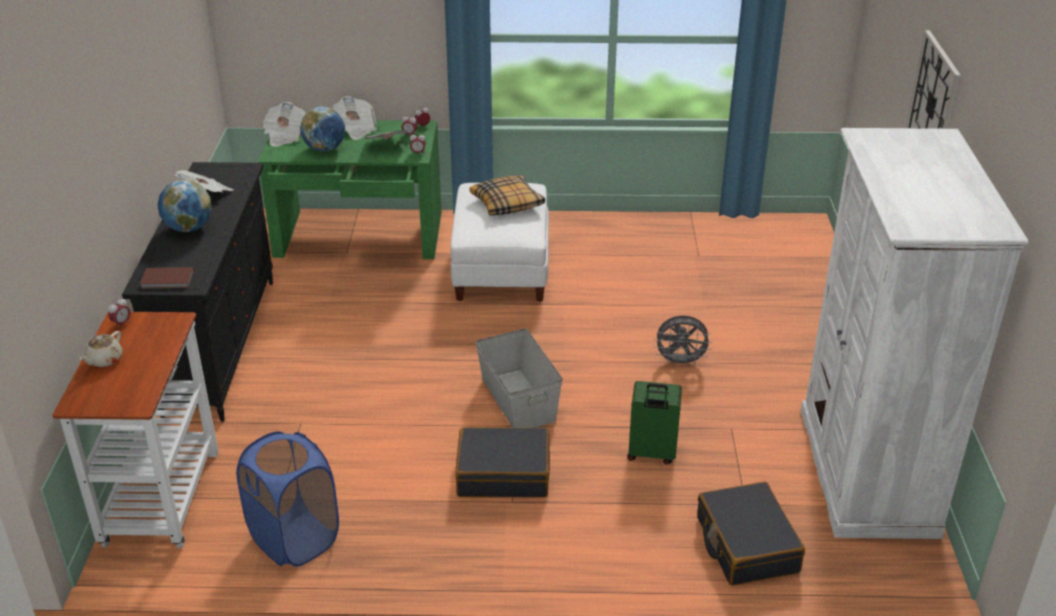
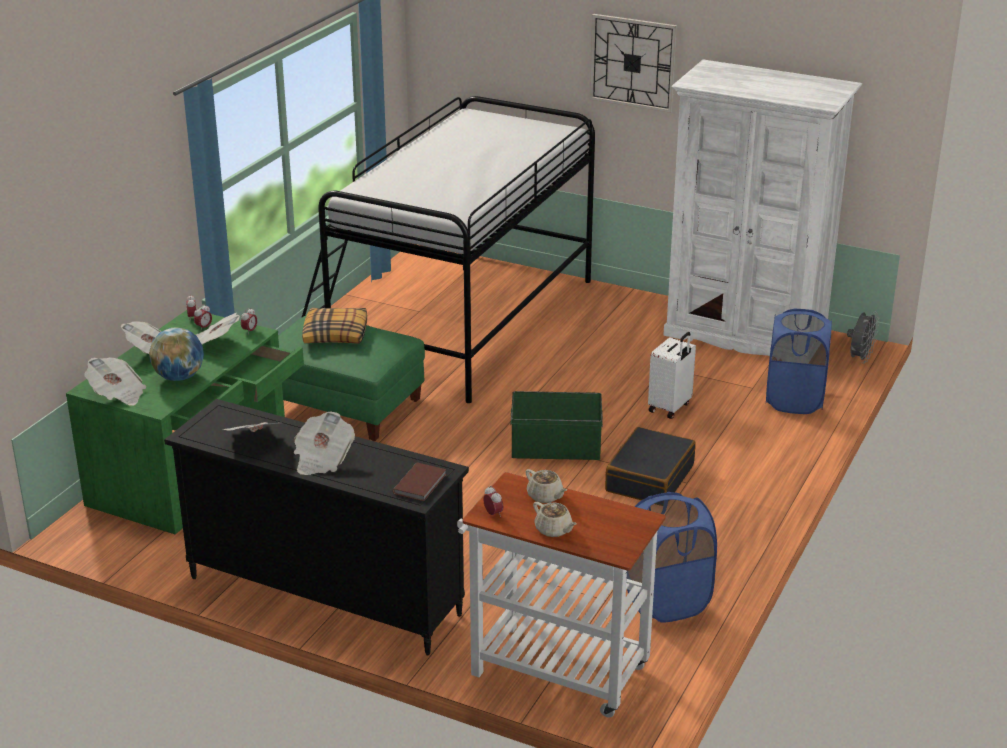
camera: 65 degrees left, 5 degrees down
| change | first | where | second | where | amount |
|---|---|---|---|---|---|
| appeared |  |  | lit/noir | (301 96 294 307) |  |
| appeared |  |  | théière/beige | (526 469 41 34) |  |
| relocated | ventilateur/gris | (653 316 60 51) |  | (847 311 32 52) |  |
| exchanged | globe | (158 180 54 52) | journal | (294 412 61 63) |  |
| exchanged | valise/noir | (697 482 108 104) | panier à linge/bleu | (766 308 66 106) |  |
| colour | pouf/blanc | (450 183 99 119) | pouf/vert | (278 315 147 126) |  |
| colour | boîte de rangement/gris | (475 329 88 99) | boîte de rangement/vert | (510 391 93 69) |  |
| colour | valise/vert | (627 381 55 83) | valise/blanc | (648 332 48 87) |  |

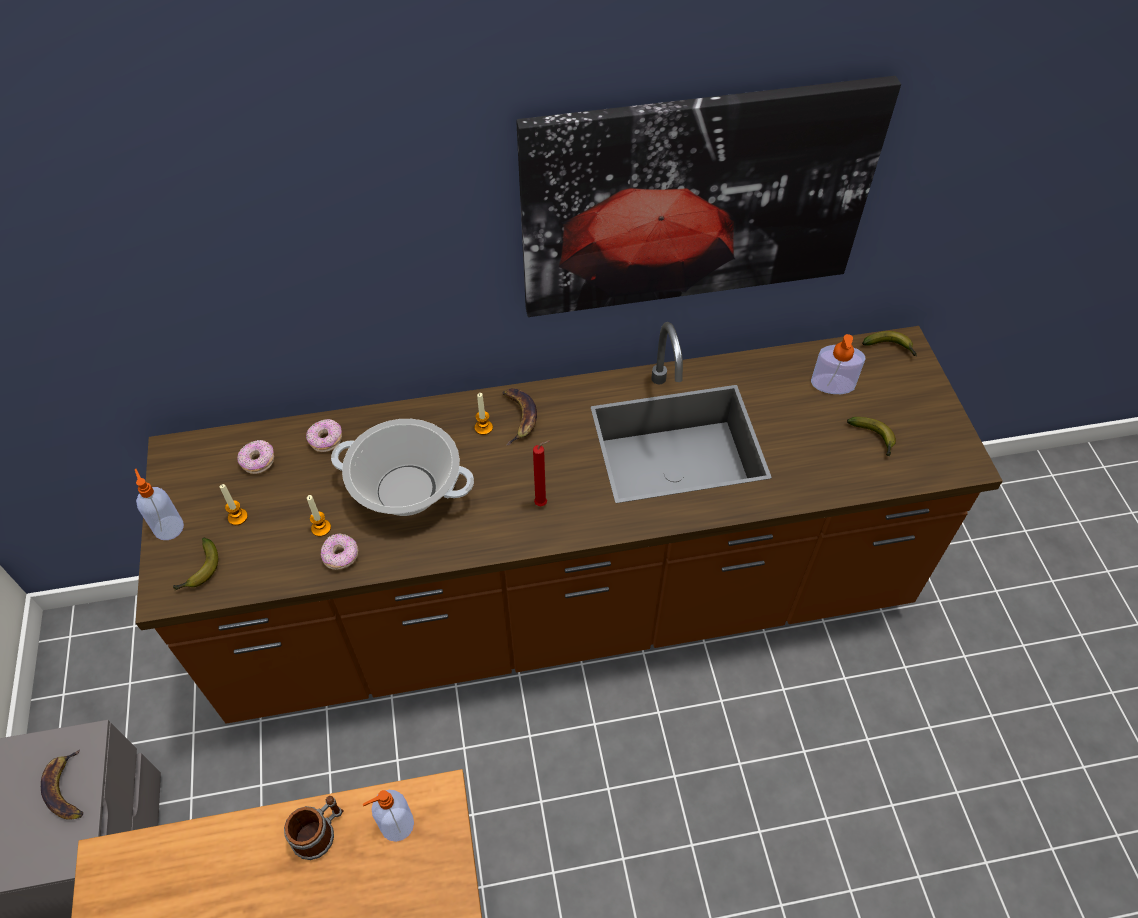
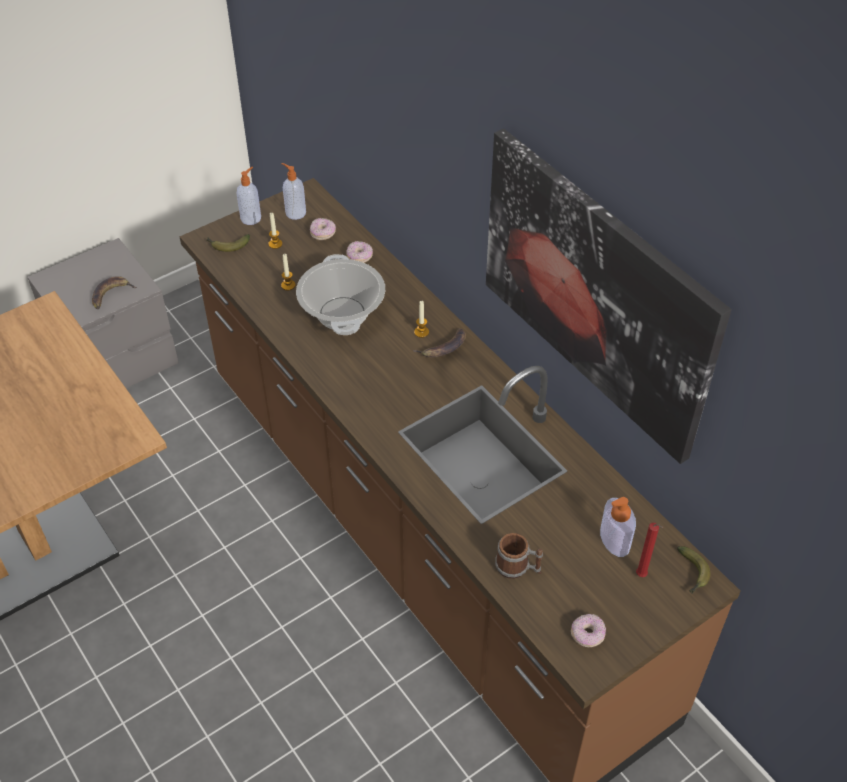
camera: 65 degrees right, 5 degrees down
| change | first | where | second | where | amount |
|---|---|---|---|---|---|
| missing | banane | (847 417 49 40) |  |  |  |
| relocated | mug | (284 796 59 64) |  | (495 533 48 46) |  |
| relocated | beignet | (321 533 37 37) |  | (571 614 35 33) |  |
| relocated | distributeur de savon | (363 790 51 52) |  | (282 163 24 57) |  |
| relocated | bougie/rouge | (533 440 17 66) |  | (636 522 27 55) |  |

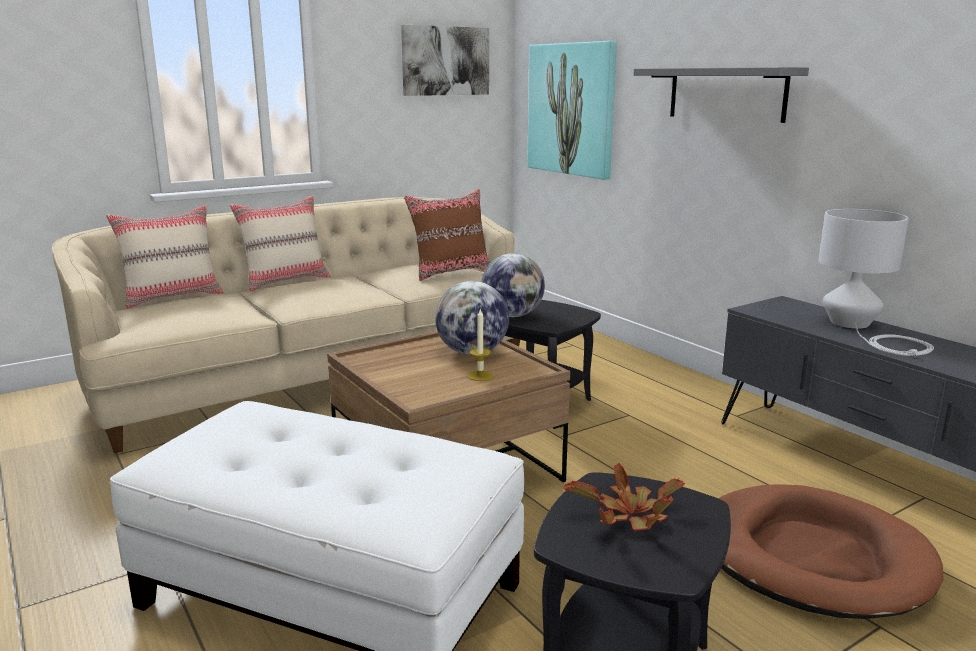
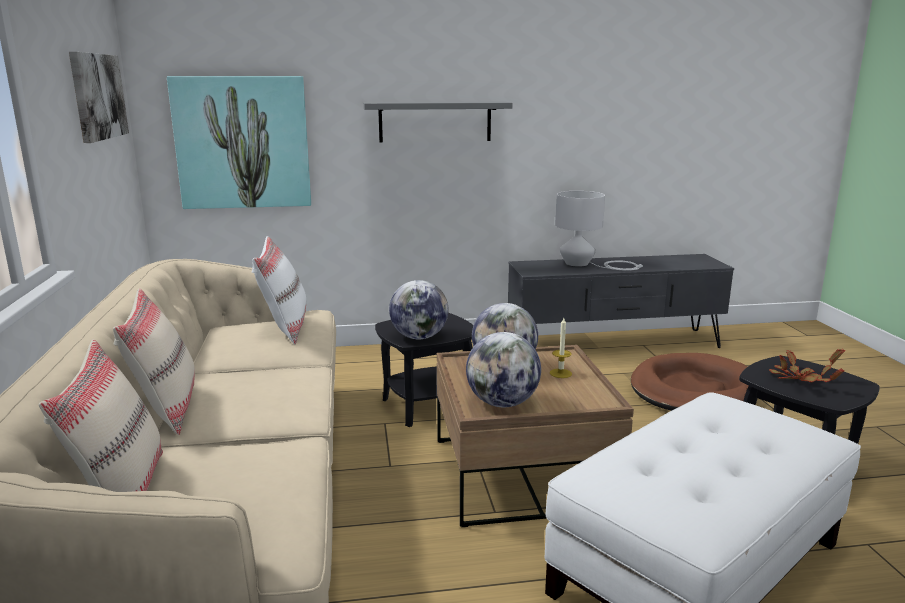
camera: 65 degrees left, 0 degrees up
| change | first | where | second | where | amount |
|---|---|---|---|---|---|
| appeared |  |  | globe | (466 332 75 75) |  |
| colour | coussin/marron | (404 189 87 92) | coussin/blanc | (252 236 54 108) |  |

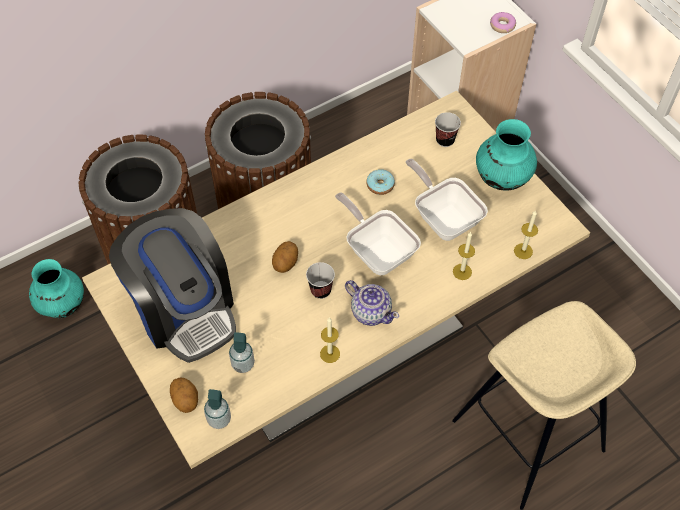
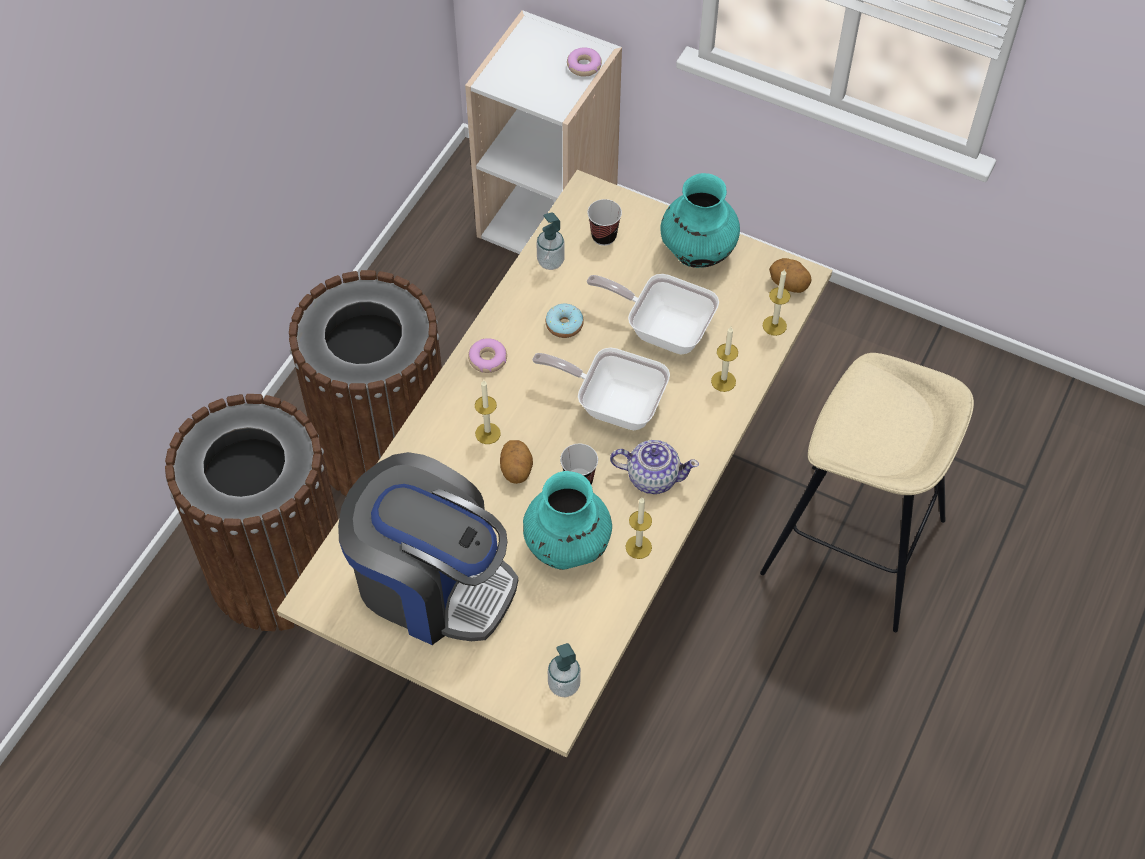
camera: 30 degrees left, 0 degrees up
| change | first | where | second | where | amount |
|---|---|---|---|---|---|
| appeared |  |  | beignet | (468 338 39 35) |  |
| appeared |  |  | bougie | (475 380 26 64) |  |
| relocated | vase/turquoise | (29 259 55 59) |  | (523 471 89 99) |  |
| relocated | pomme de terre | (170 377 28 36) |  | (769 258 43 35) |  |
| relocated | distributeur de savon | (229 332 26 41) |  | (537 212 28 58) |  |

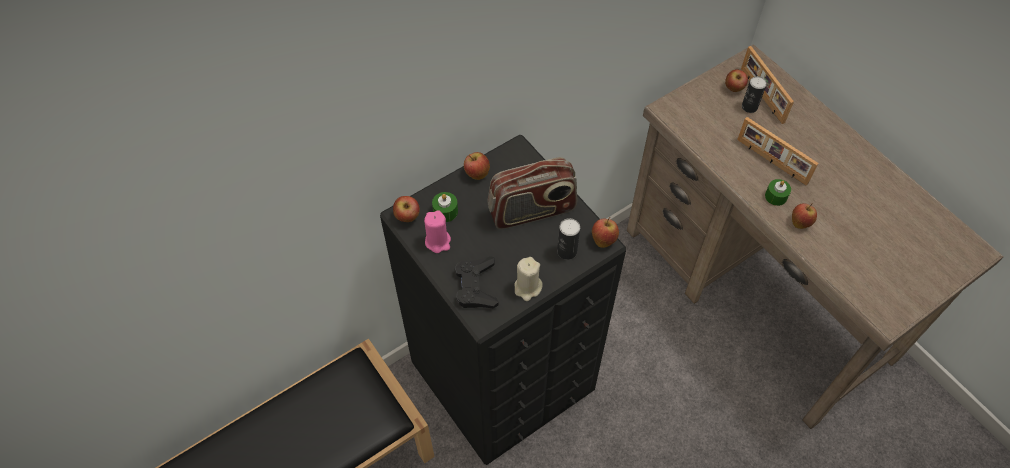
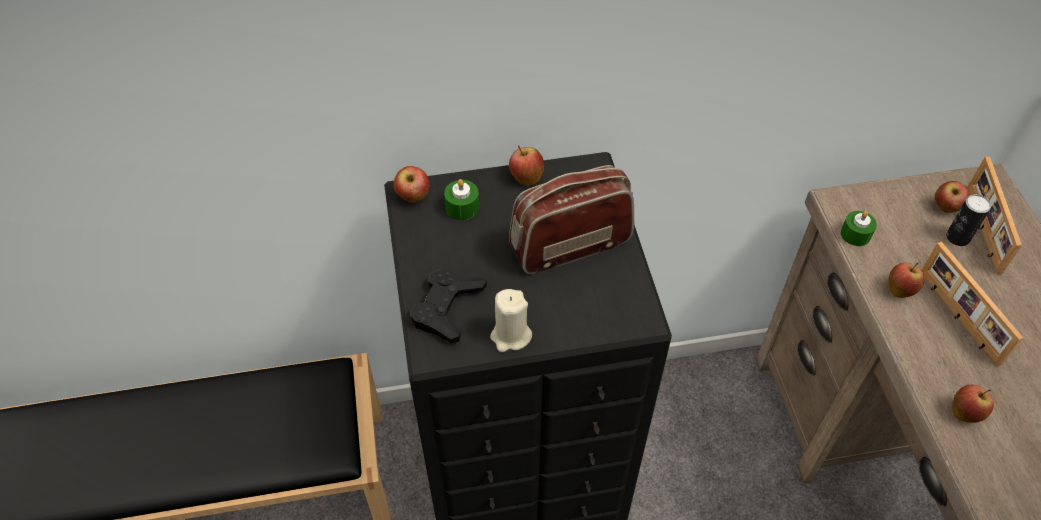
camera: 25 degrees right, 5 degrees down
| change | first | where | second | where | amount |
|---|---|---|---|---|---|
| missing | bougie/rose | (424 210 27 43) |  |  |  |
| missing | boîte métallique | (557 218 23 42) |  |  |  |
| relocated | pomme | (592 217 27 31) |  | (889 263 35 35) |  |
| relocated | bougie/vert | (765 179 26 27) |  | (841 211 36 35) |  |
| spun | radio | (488 157 89 72) |  | (509 165 125 109) | 150 degrees clockwise |

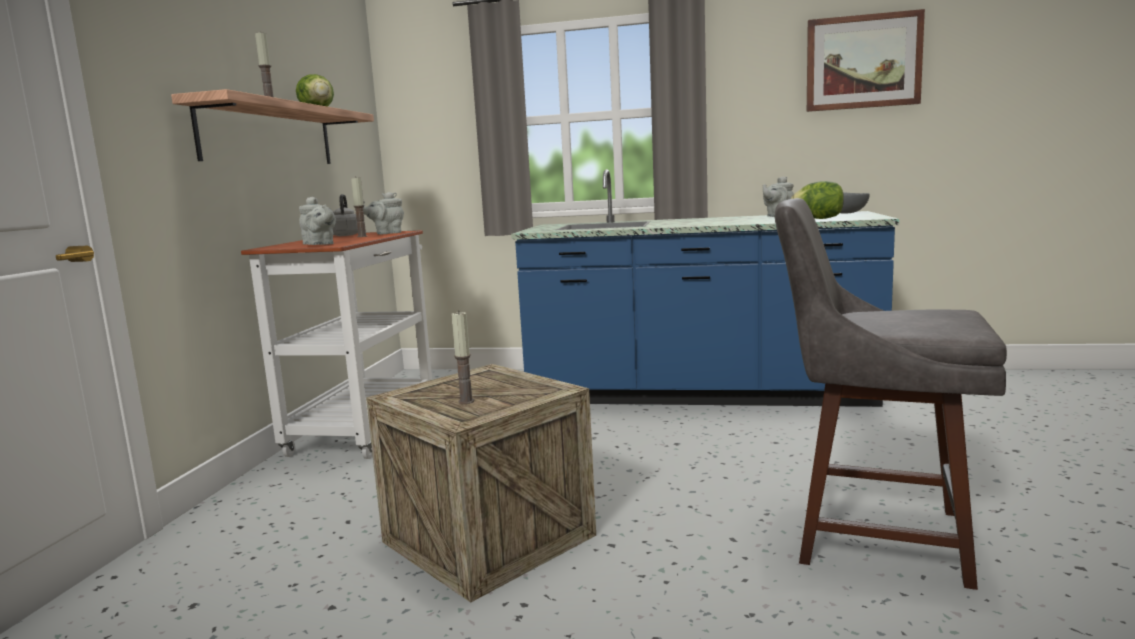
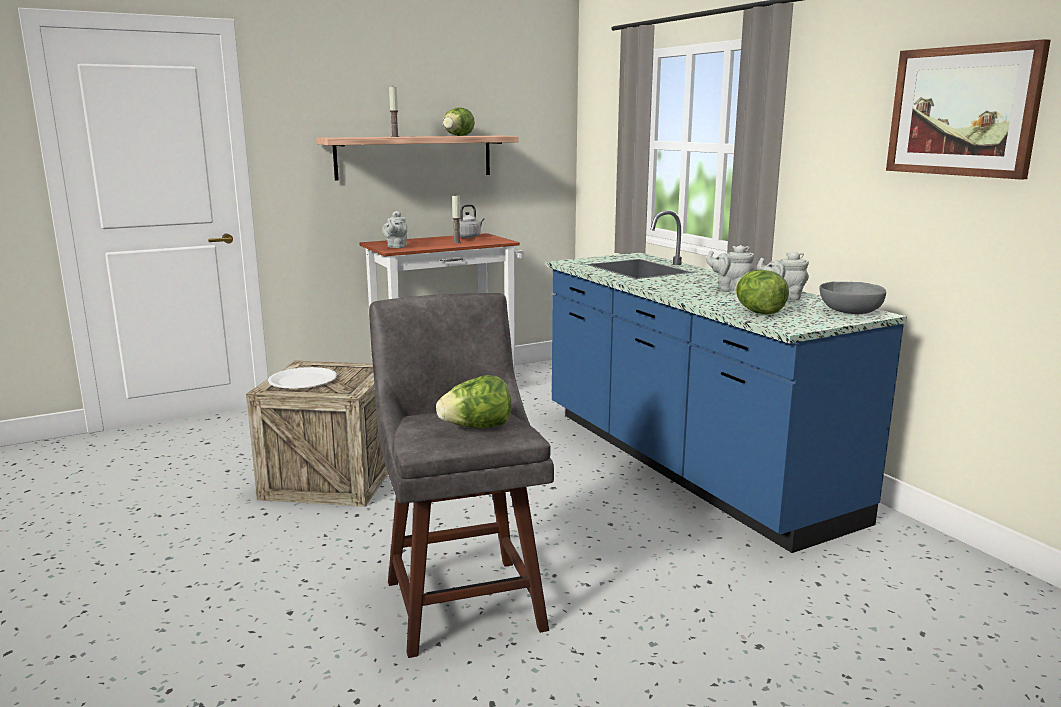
camera: 50 degrees right, 5 degrees up
| change | first | where | second | where | amount |
|---|---|---|---|---|---|
| appeared |  |  | laitue | (436 375 76 53) |  |
| relocated | théière/gris | (363 192 41 42) |  | (706 245 49 46) |  |
| exchanged | bougie | (452 311 22 93) | assiette/blanc | (268 367 69 22) |  |

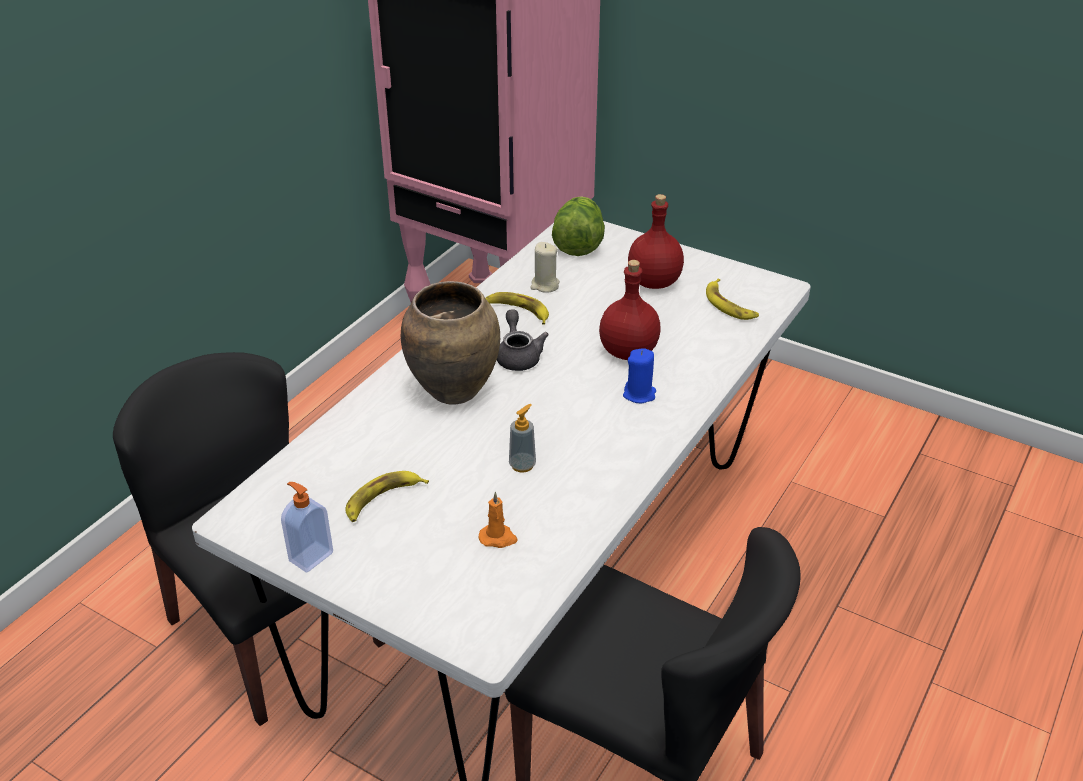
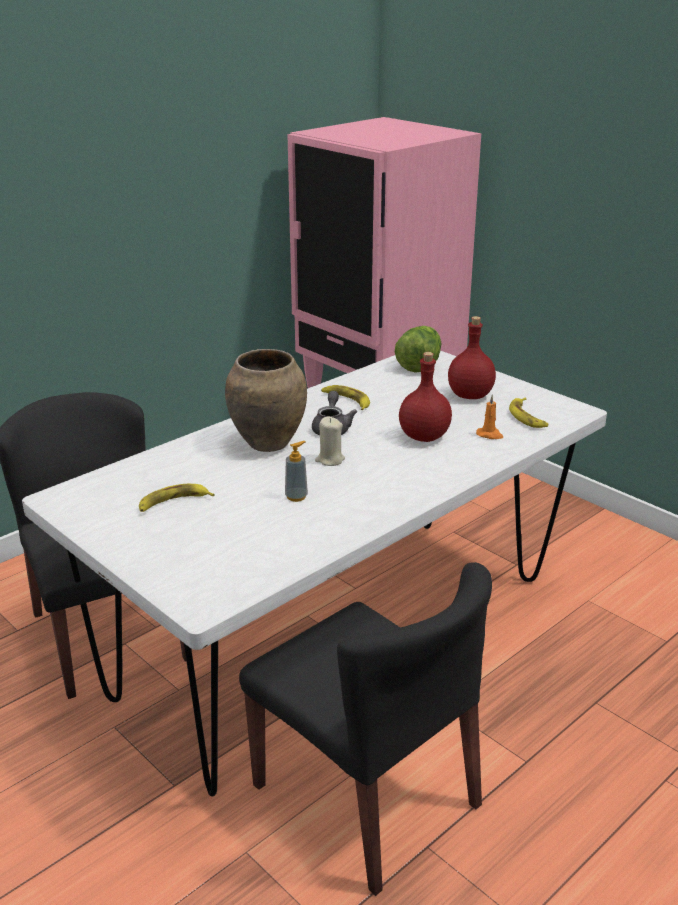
camera: 15 degrees right, 10 degrees down
| change | first | where | second | where | amount |
|---|---|---|---|---|---|
| missing | distributeur de savon | (281 482 52 91) |  |  |  |
| missing | bougie/bleu | (623 348 33 55) |  |  |  |
| relocated | bougie/orange | (479 492 39 56) |  | (476 395 27 44) |  |
| relocated | bougie/beige | (530 242 30 51) |  | (315 417 30 49) |  |

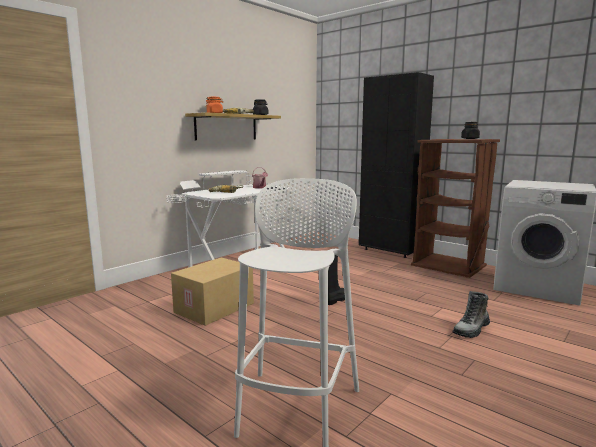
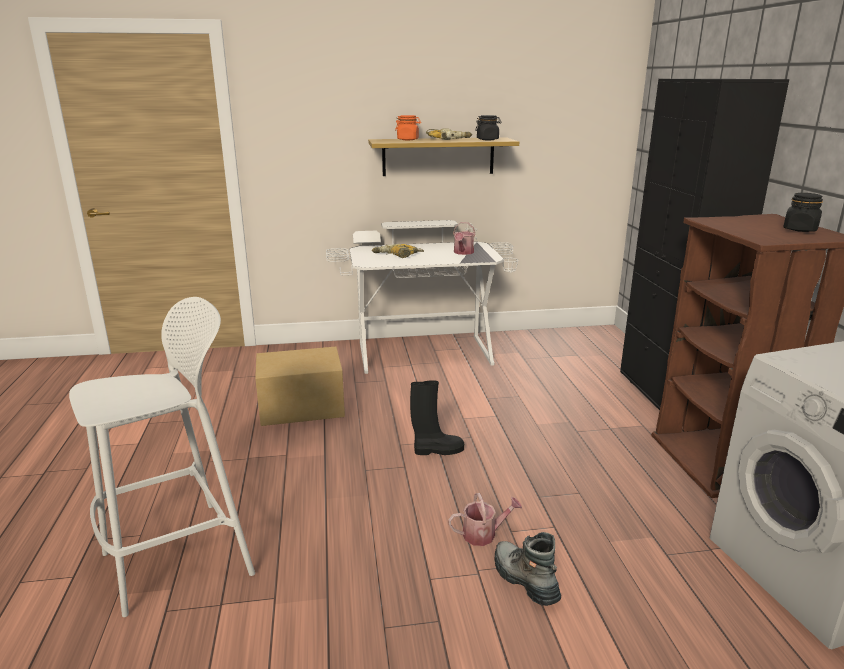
camera: 40 degrees right, 10 degrees up
| change | first | where | second | where | amount |
|---|---|---|---|---|---|
| appeared |  |  | arrosoir | (448 493 74 53) |  |
| spun | botte | (453 291 37 47) |  | (495 532 66 74) | 60 degrees clockwise |

